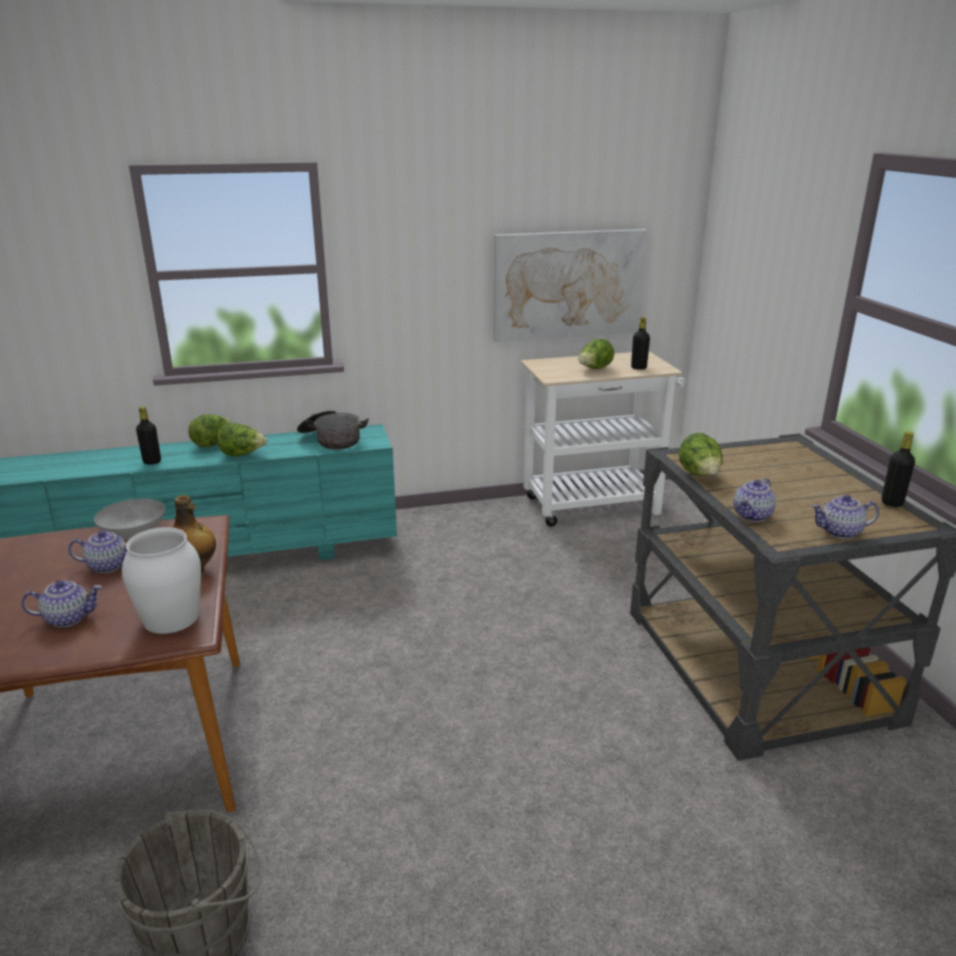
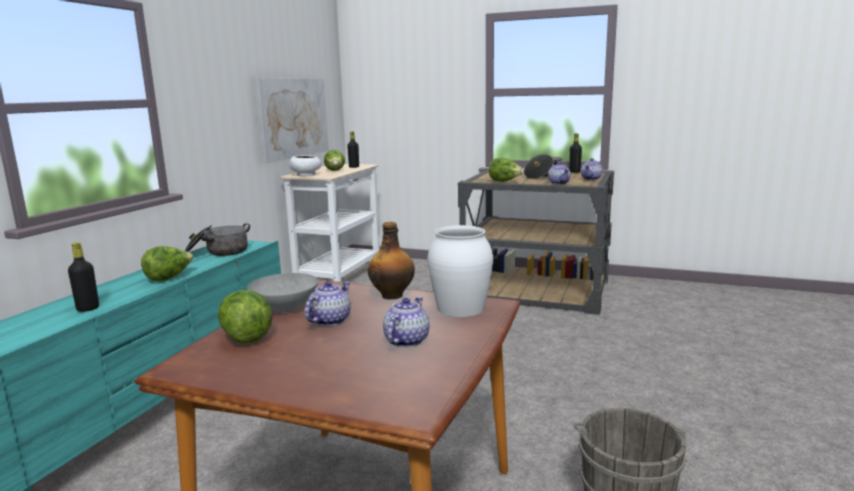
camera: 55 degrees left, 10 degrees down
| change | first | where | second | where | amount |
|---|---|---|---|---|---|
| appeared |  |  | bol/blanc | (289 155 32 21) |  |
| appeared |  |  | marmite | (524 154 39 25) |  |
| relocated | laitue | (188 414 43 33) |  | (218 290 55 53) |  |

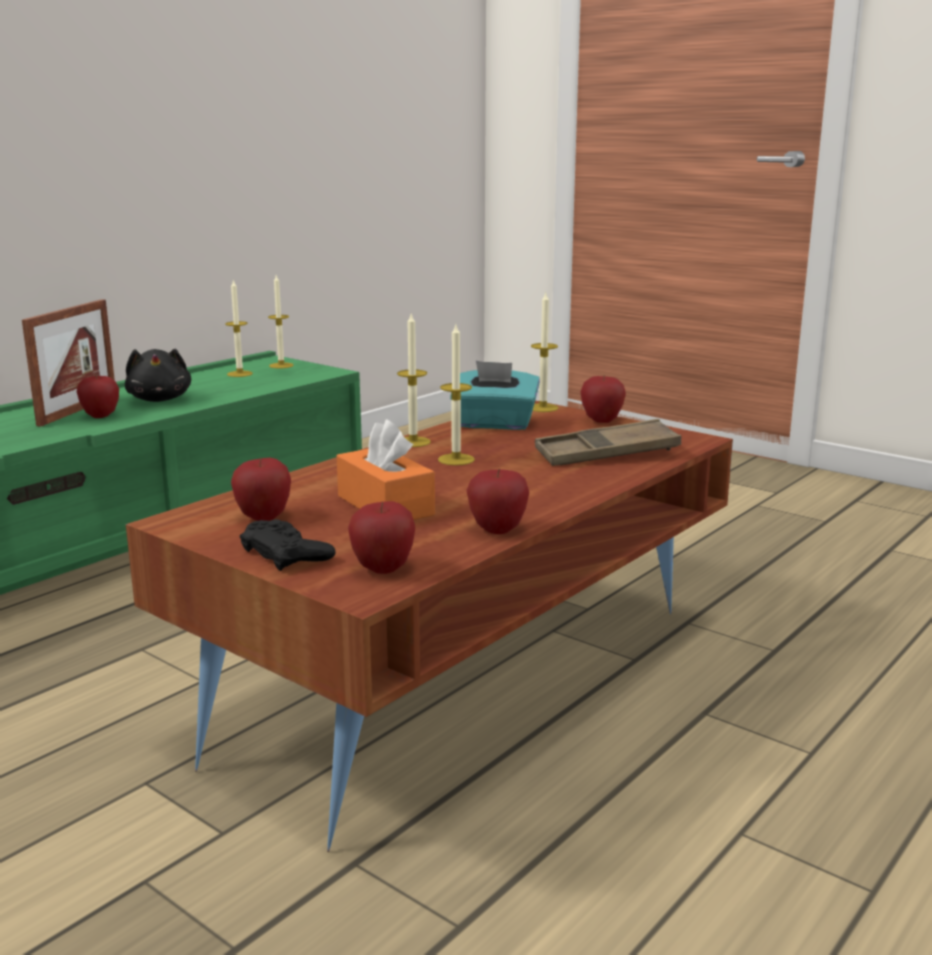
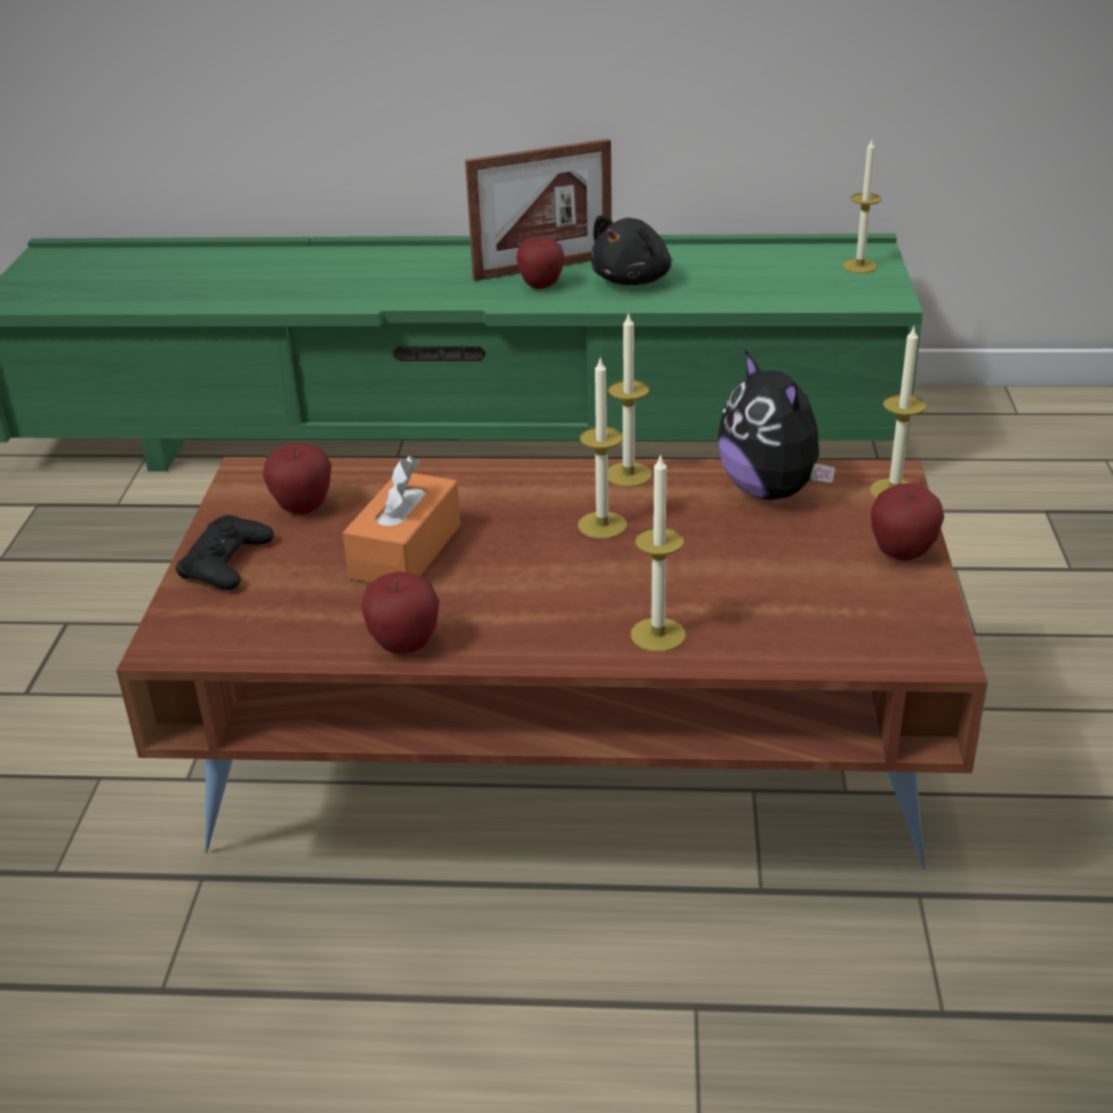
camera: 55 degrees right, 15 degrees up
| change | first | where | second | where | amount |
|---|---|---|---|---|---|
| missing | pomme | (348 501 67 73) |  |  |  |
| missing | plateau/marron | (535 419 146 47) |  |  |  |
| relocated | bougie | (225 279 28 98) |  | (631 453 55 199) |  |
| exchanged | boîte à mouchoirs/turquoise | (450 361 90 69) | peluche | (718 350 118 150) |  |

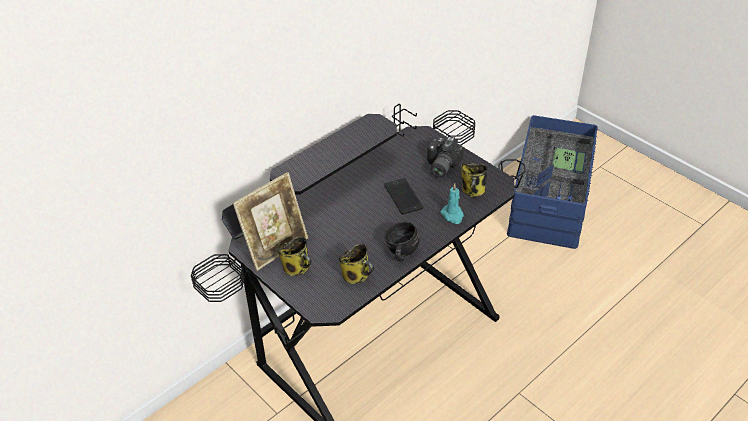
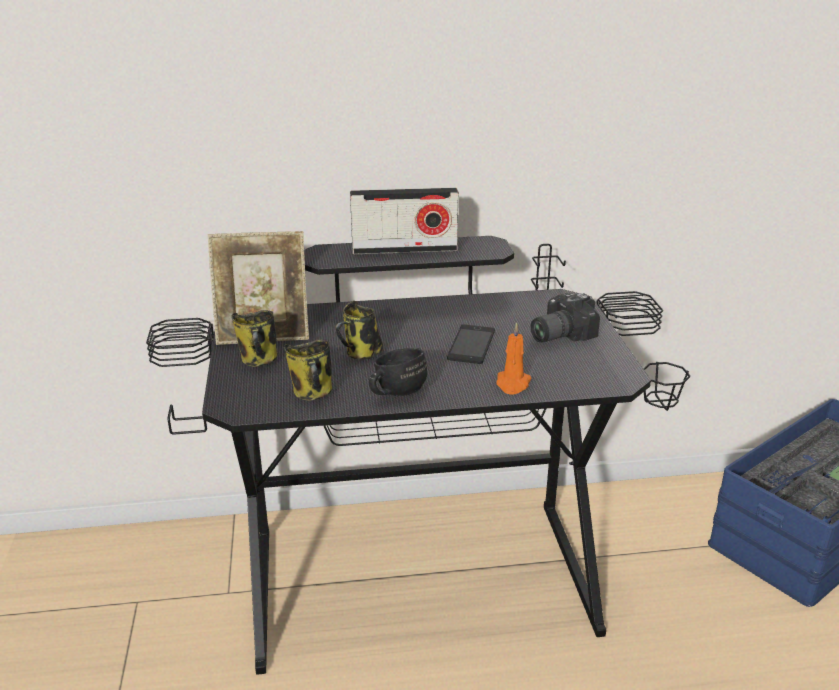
camera: 35 degrees right, 15 degrees down
| change | first | where | second | where | amount |
|---|---|---|---|---|---|
| appeared |  |  | radio | (350 187 109 67) |  |
| relocated | mug | (461 162 27 35) |  | (335 301 49 58) |  |
| colour | bougie/turquoise | (440 183 24 41) | bougie/orange | (496 323 36 72) |  |

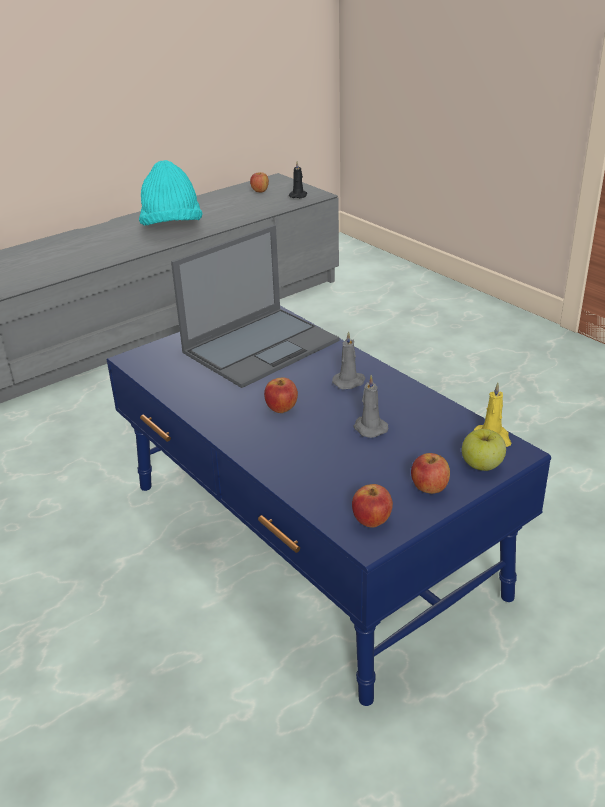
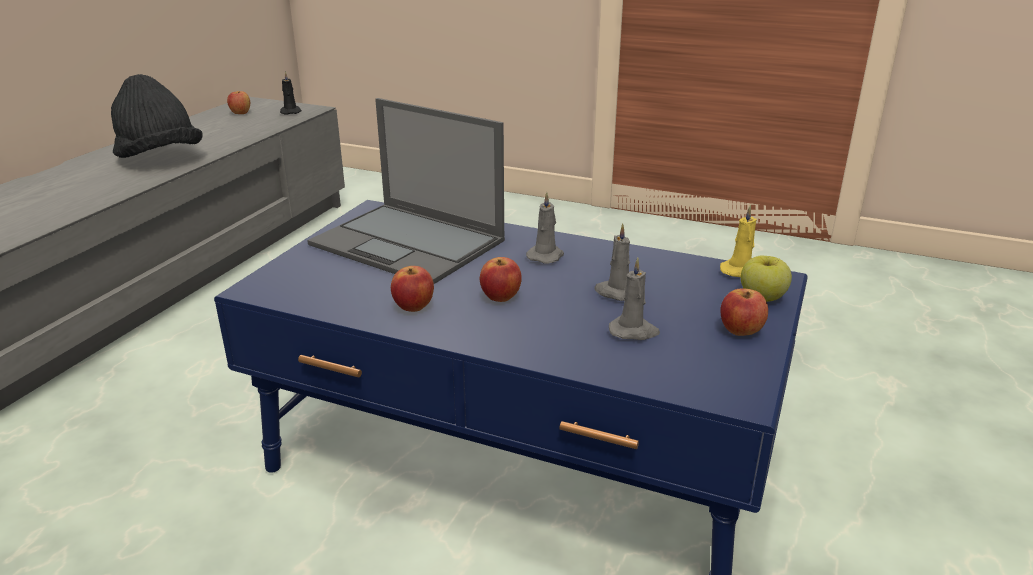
camera: 30 degrees left, 5 degrees down
| change | first | where | second | where | amount |
|---|---|---|---|---|---|
| appeared |  |  | bougie/gris | (609 258 51 82) |  |
| relocated | pomme | (352 484 41 44) |  | (391 266 43 46) |  |
| colour | chapeau/turquoise | (139 160 64 65) | chapeau/noir | (111 74 92 84) |  |
| spun | ordinateur portable | (171 225 168 163) |  | (307 98 198 186) | 105 degrees clockwise |

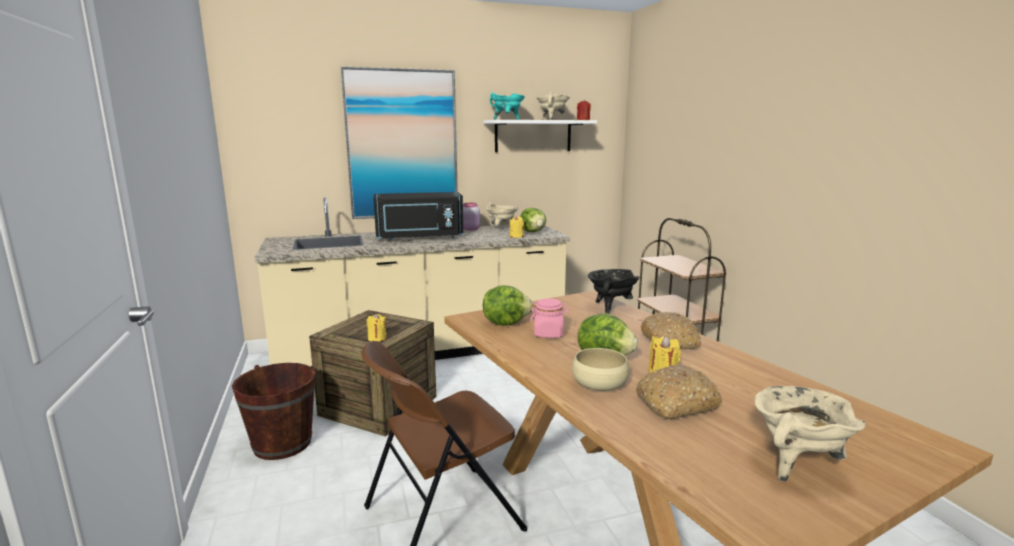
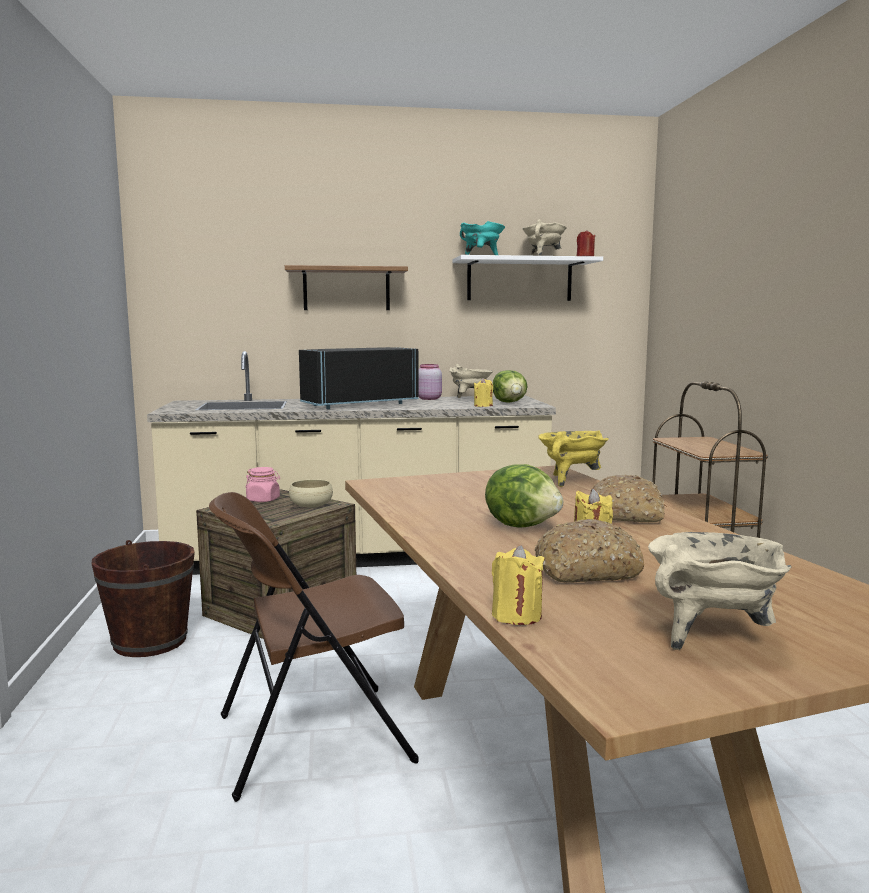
camera: 10 degrees right, 5 degrees down
| change | first | where | second | where | amount |
|---|---|---|---|---|---|
| missing | laitue | (483 285 50 41) |  |  |  |
| relocated | bougie/jaune | (367 313 19 29) |  | (492 545 53 80) |  |
| relocated | bocal/rose | (530 298 39 40) |  | (246 467 34 35) |  |
| relocated | bol/beige | (572 348 57 43) |  | (289 479 44 28) |  |
| exchanged | tableau | (341 66 117 153) | étagère | (285 265 123 45) |  |
| colour | marmite/noir | (588 269 52 45) | marmite/jaune | (538 431 70 56) |  |
| spun | micro-ondes/noir | (374 192 90 49) |  | (299 347 120 62) | 150 degrees clockwise |

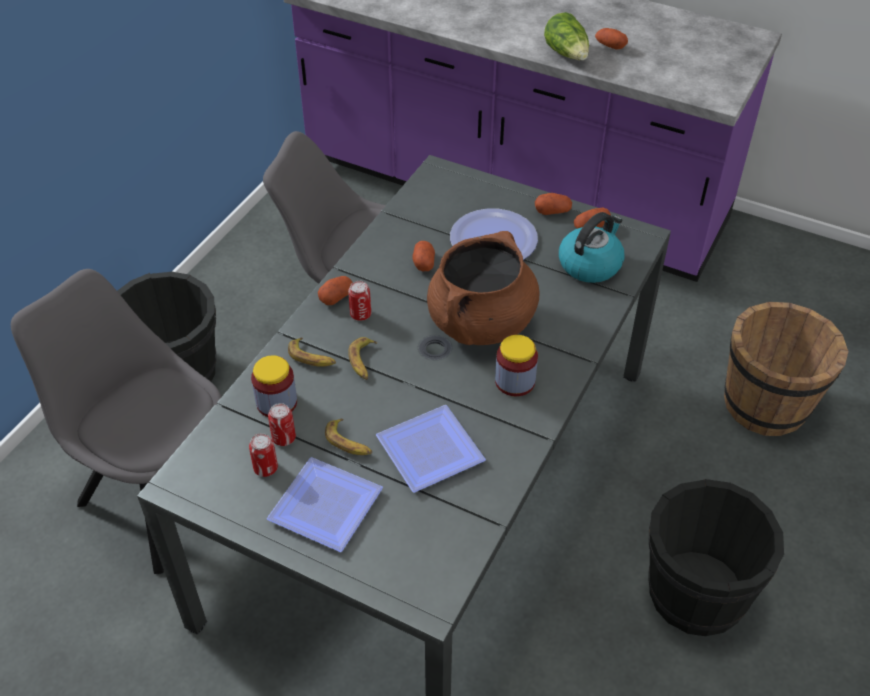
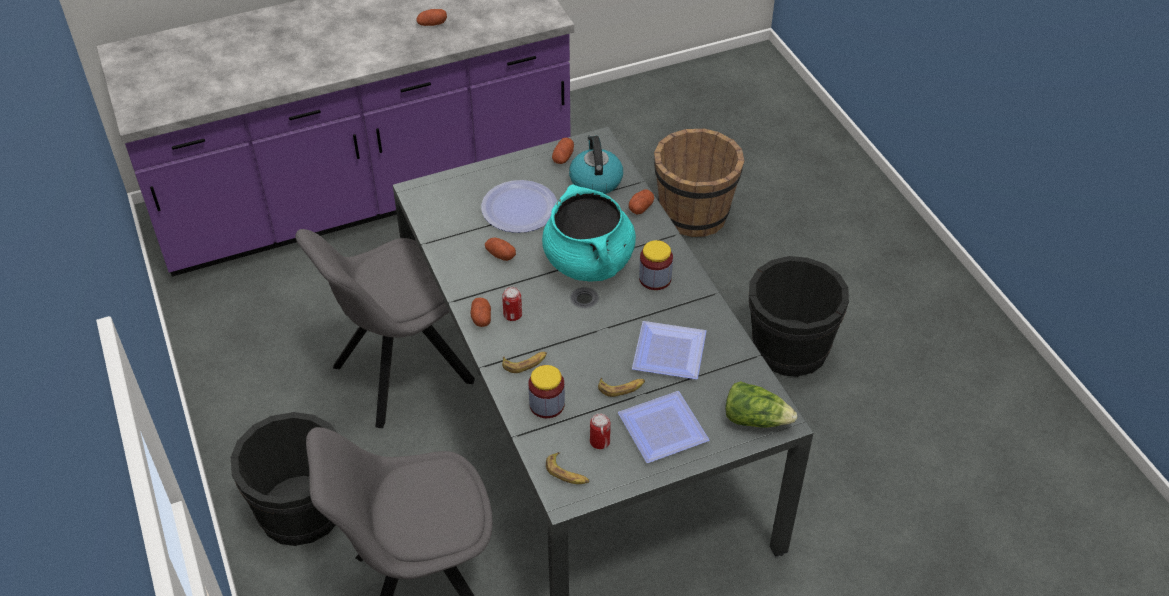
camera: 50 degrees left, 0 degrees up
| change | first | where | second | where | amount |
|---|---|---|---|---|---|
| missing | boîte métallique | (268 403 28 43) |  |  |  |
| relocated | banane | (348 337 29 43) |  | (546 452 43 32) |  |
| relocated | pomme de terre | (535 193 37 22) |  | (629 189 26 25) |  |
| relocated | laitue | (544 12 45 48) |  | (725 381 72 47) |  |
| colour | marmite/marron | (427 231 113 114) | marmite/turquoise | (542 185 94 97) |  |

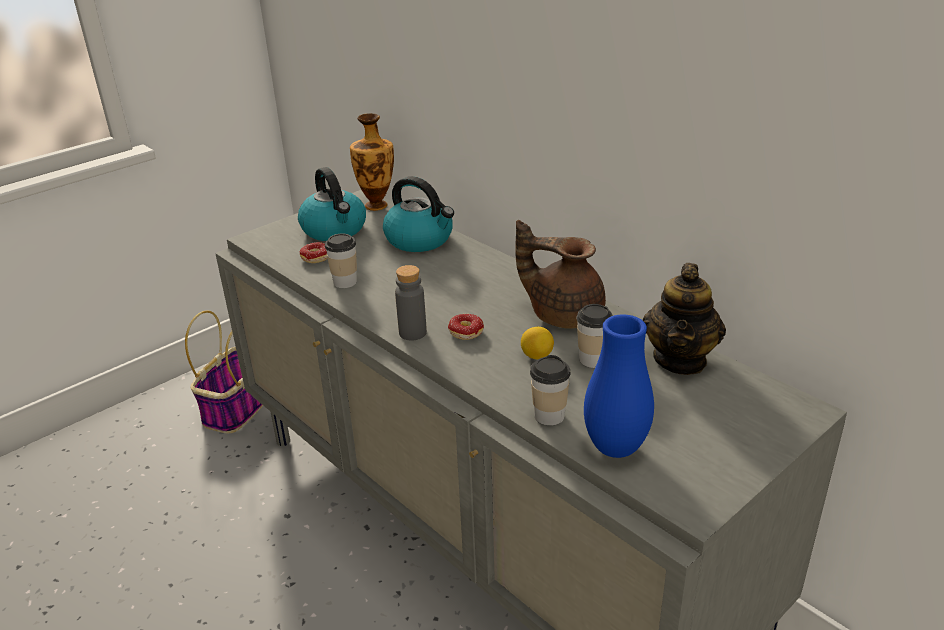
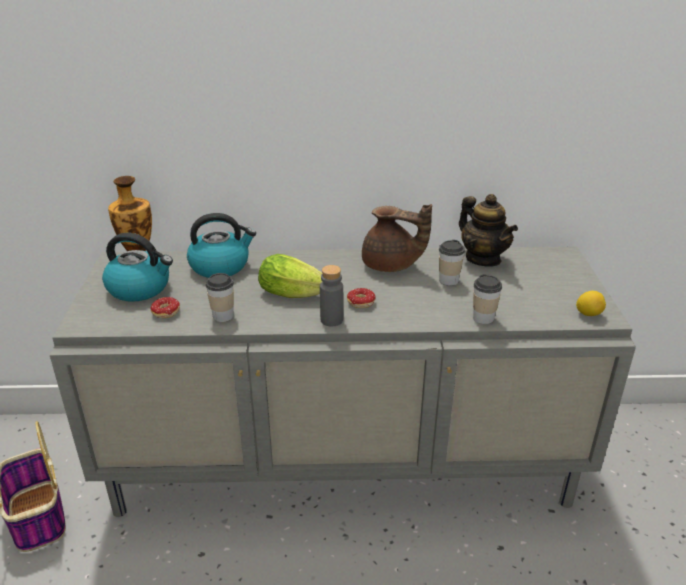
camera: 50 degrees left, 0 degrees up
| change | first | where | second | where | amount |
|---|---|---|---|---|---|
| missing | vase/bleu | (584 314 70 144) |  |  |  |
| appeared |  |  | laitue | (258 254 65 44) |  |
| relocated | citron | (521 327 33 32) |  | (576 291 30 25) |  |
| spun | théière/marron | (515 220 91 109) |  | (362 204 70 68) | 135 degrees counterclockwise |

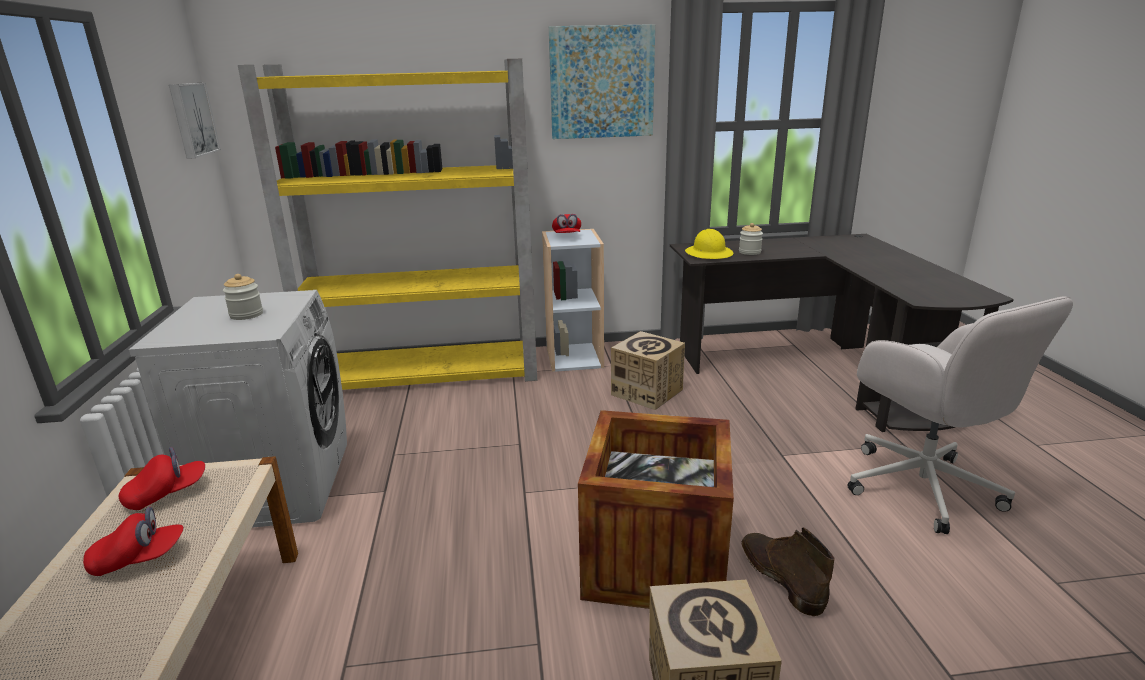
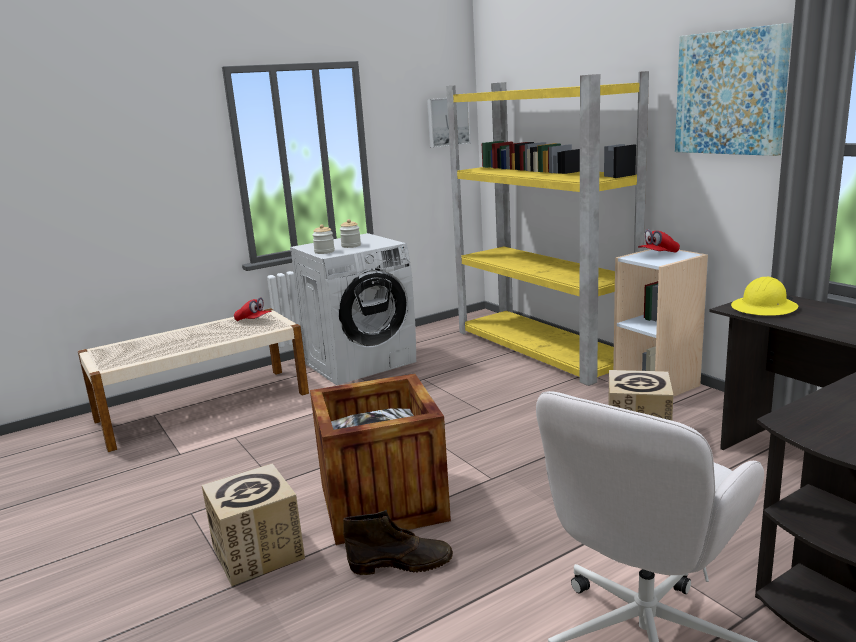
camera: 65 degrees right, 5 degrees down
| change | first | where | second | where | amount |
|---|---|---|---|---|---|
| missing | casquette/rouge | (83 506 100 70) |  |  |  |
| relocated | bocal | (739 223 24 32) |  | (312 224 23 30) |  |
| spun | botte/marron | (742 528 92 89) |  | (343 510 110 65) | 45 degrees clockwise |

